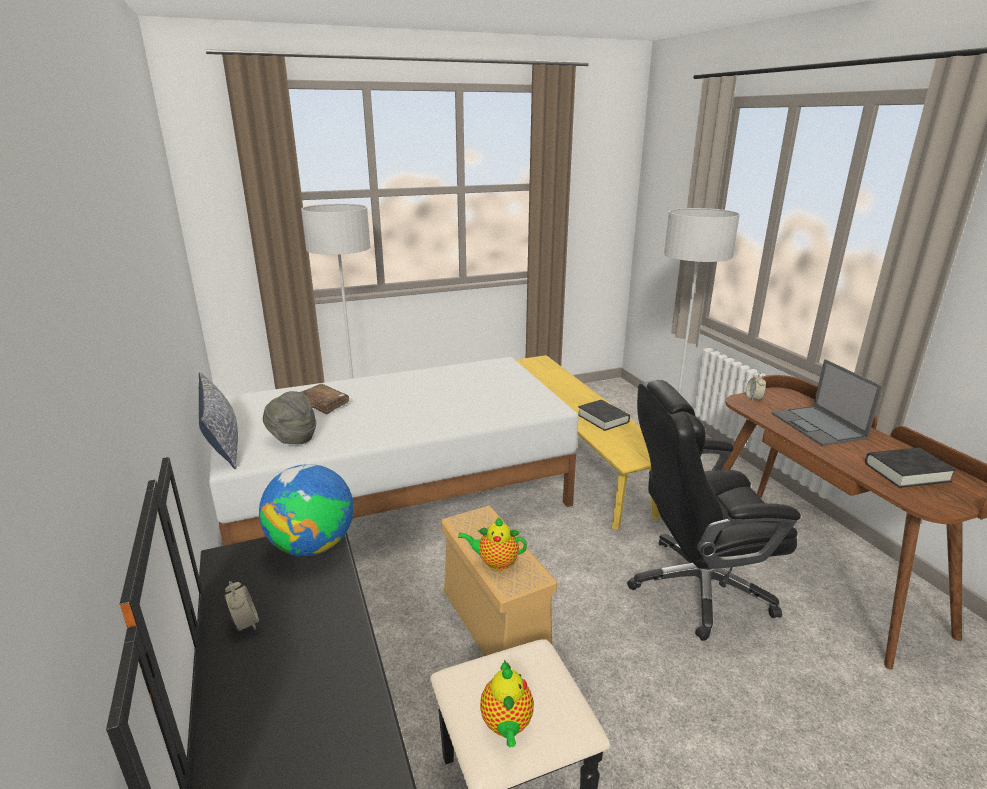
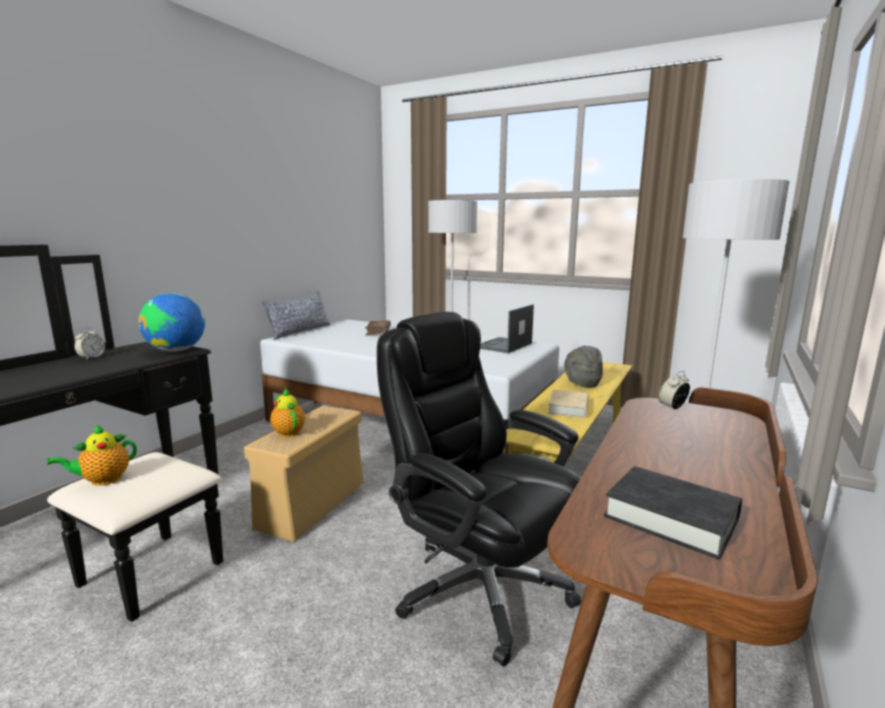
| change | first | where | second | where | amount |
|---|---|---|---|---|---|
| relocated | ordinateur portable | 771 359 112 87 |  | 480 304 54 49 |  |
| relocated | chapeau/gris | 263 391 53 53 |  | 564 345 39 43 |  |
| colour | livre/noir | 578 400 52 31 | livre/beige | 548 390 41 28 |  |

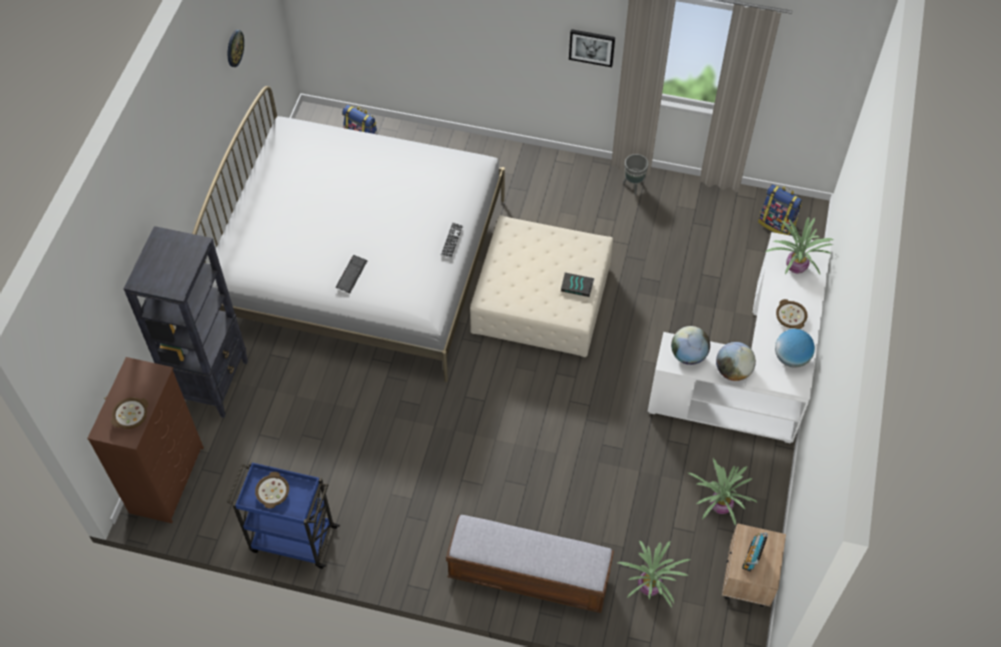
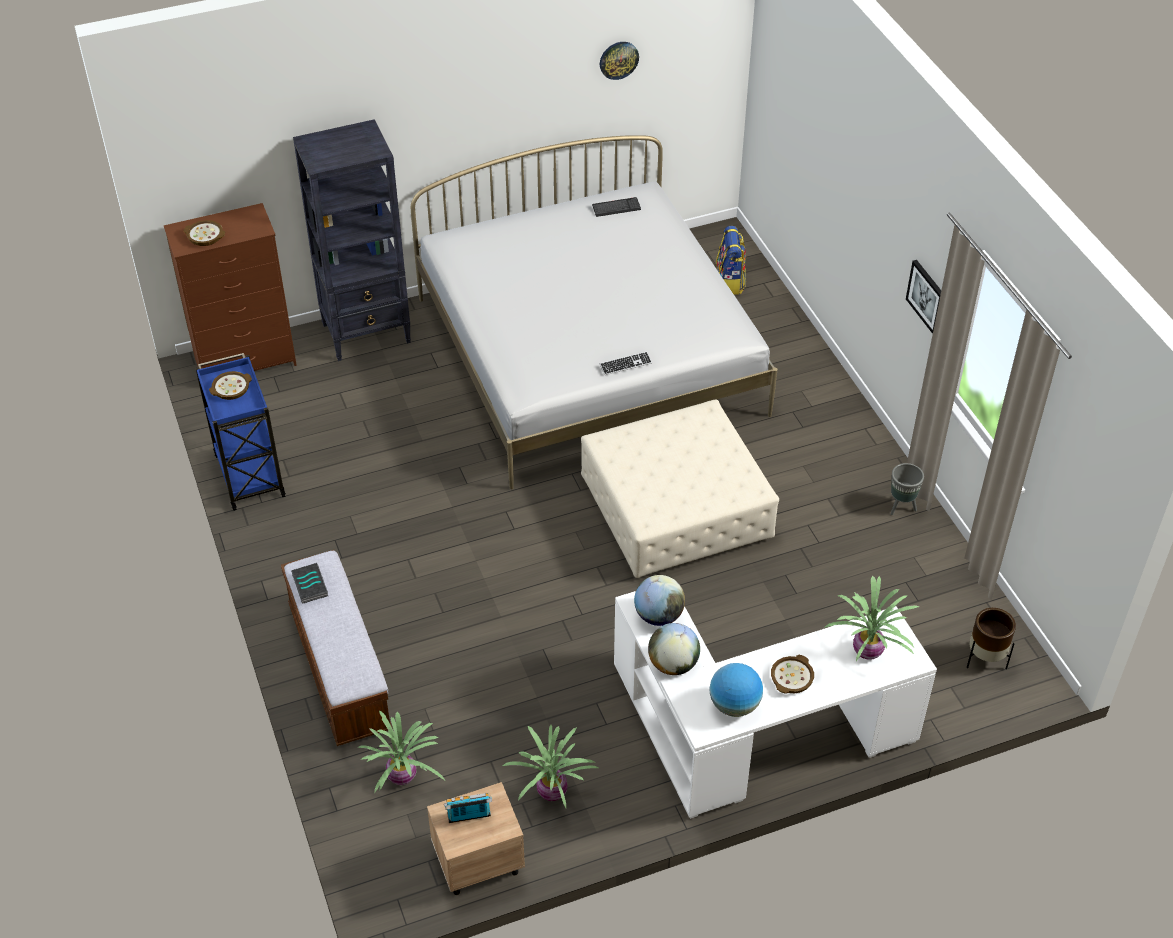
| change | first | where | second | where | amount |
|---|---|---|---|---|---|
| exchanged | sac à dos | 758 184 44 51 | cache-pot/marron | 967 608 49 61 |  |
| relocated | clavier | 336 255 31 38 |  | 592 197 49 20 |  |
| relocated | livre | 561 272 33 25 |  | 291 563 37 41 |  |

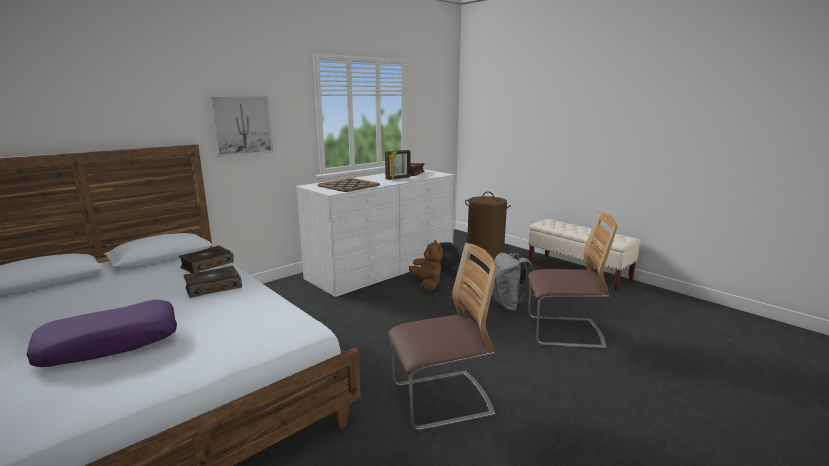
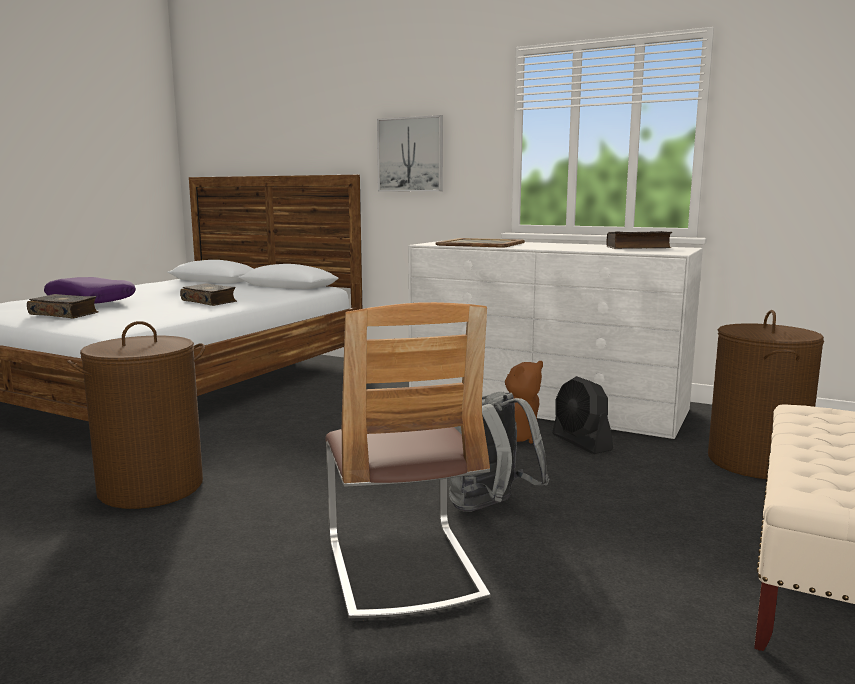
| change | first | where | second | where | amount |
|---|---|---|---|---|---|
| missing | cadre photo | 385 150 25 30 |  |  |  |
| exchanged | chaise | 388 243 109 188 | panier à linge/marron | 67 321 138 188 |  |
| relocated | livre | 179 246 55 27 |  | 27 294 72 24 |  |

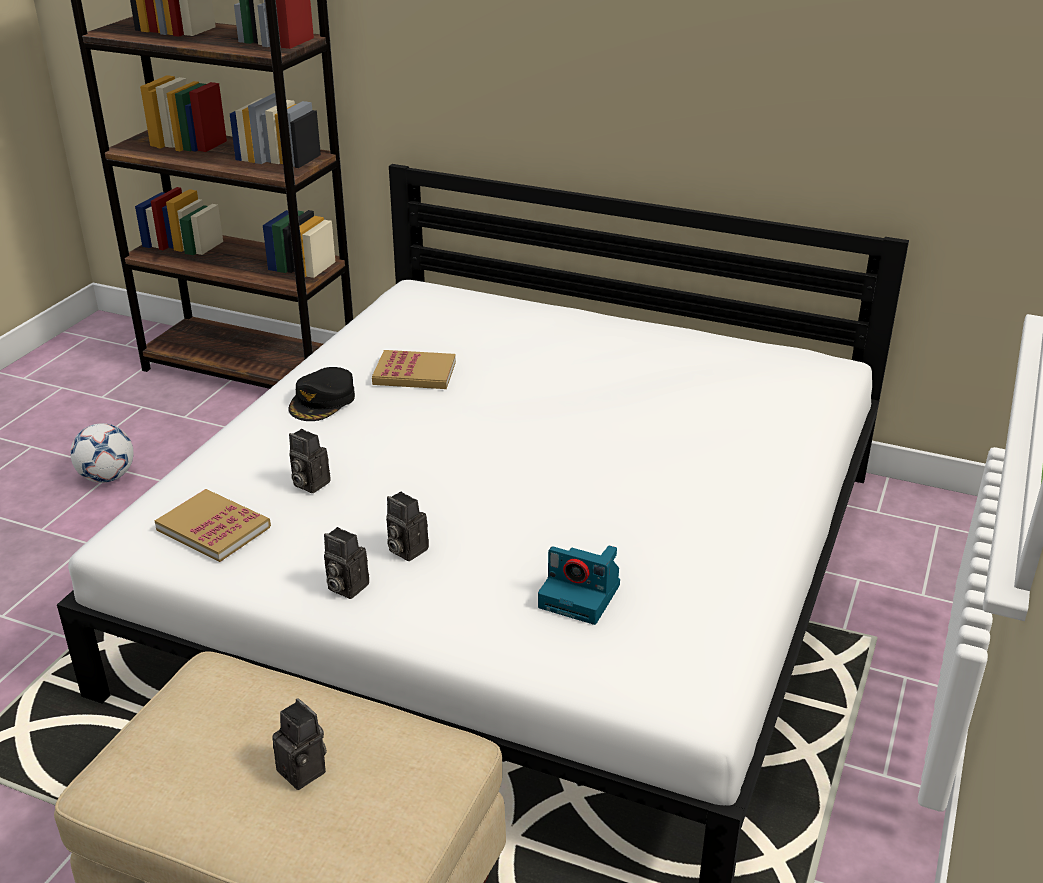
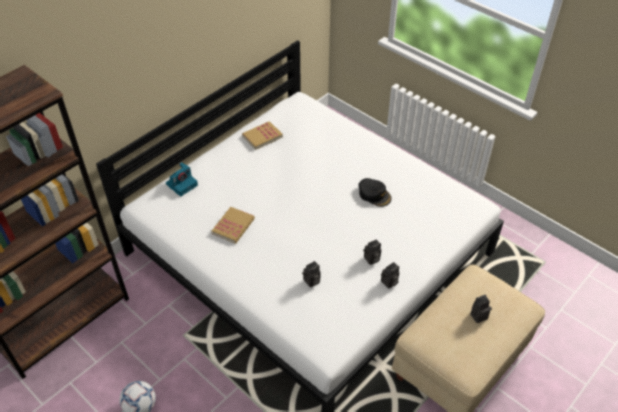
| change | first | where | second | where | amount |
|---|---|---|---|---|---|
| relocated | casquette/noir | 288 367 67 54 |  | 359 178 33 29 |  |
| relocated | livre | 155 489 116 73 |  | 242 121 41 29 |  |
| relocated | appareil photo | 538 545 82 80 |  | 166 162 32 34 |  |

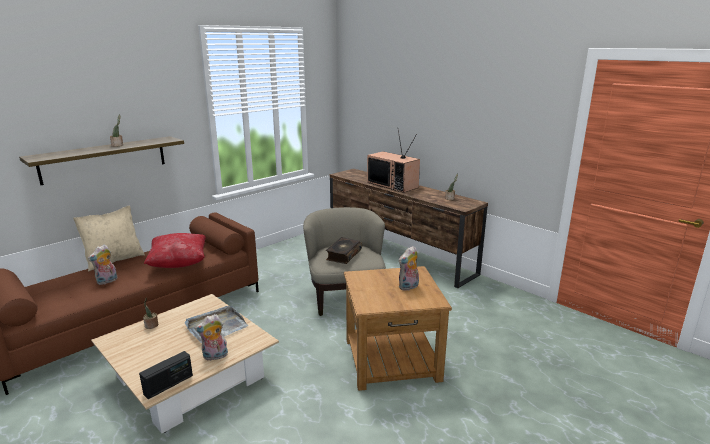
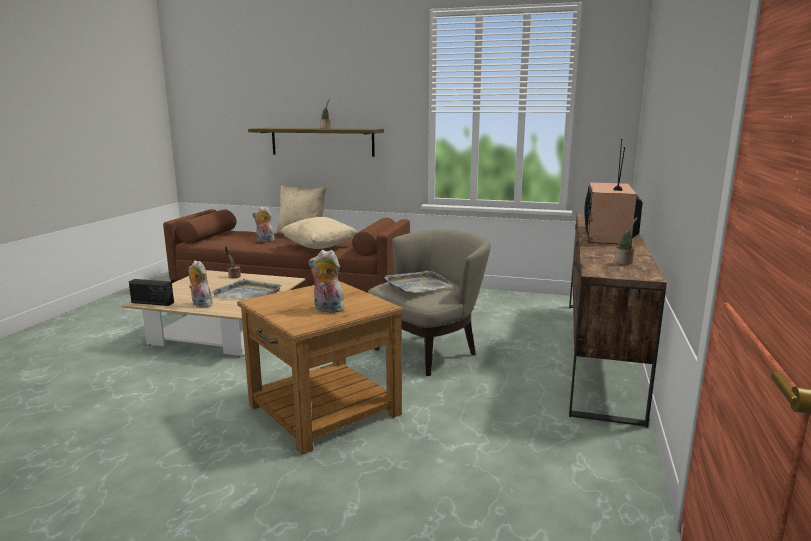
| change | first | where | second | where | amount |
|---|---|---|---|---|---|
| colour | coussin/rouge | 144 233 62 35 | coussin/beige | 280 217 77 32 |  |
| exchanged | livre | 326 237 36 27 | plateau/gris | 384 271 69 22 |  |

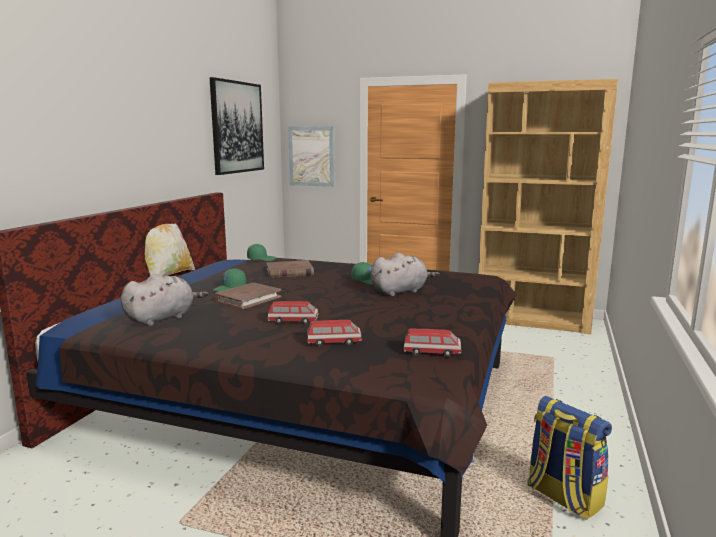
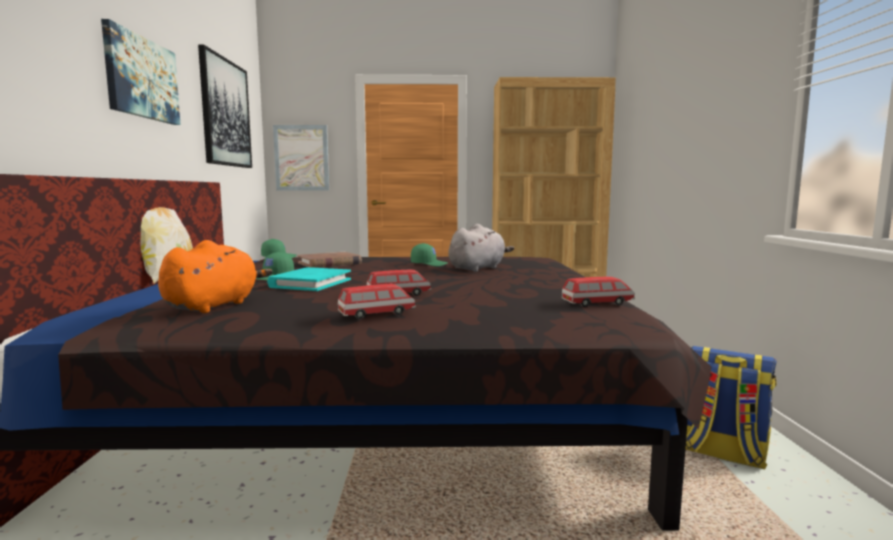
| change | first | where | second | where | amount |
|---|---|---|---|---|---|
| colour | peluche/gris | 121 274 87 52 | peluche/orange | 158 240 115 73 |  |
| colour | livre/marron | 214 283 67 26 | livre/turquoise | 267 267 84 24 |  |
| relocated | petite voiture | 307 320 55 26 |  | 338 284 78 35 |  |
| appeared |  |  | tableau | 101 19 80 106 |  |

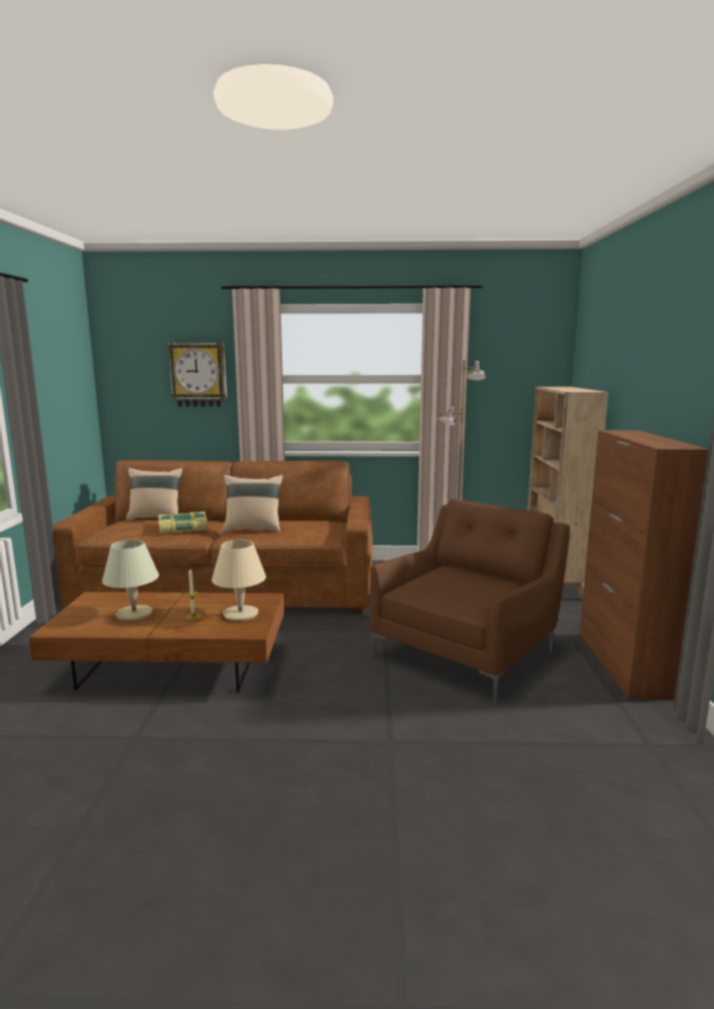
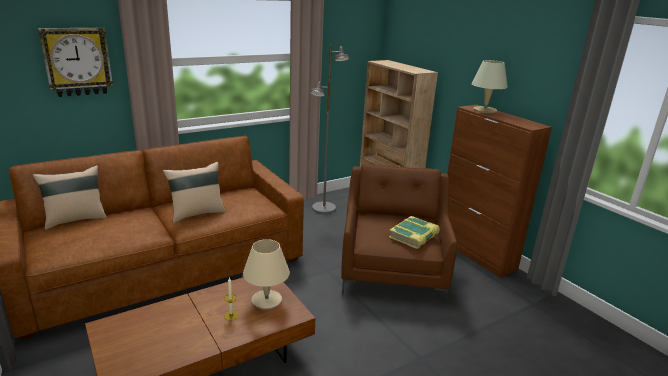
| change | first | where | second | where | amount |
|---|---|---|---|---|---|
| relocated | livre | 159 512 49 21 |  | 389 216 51 33 |  |
| relocated | lampe de table/beige | 102 540 57 81 |  | 471 60 37 53 |  |

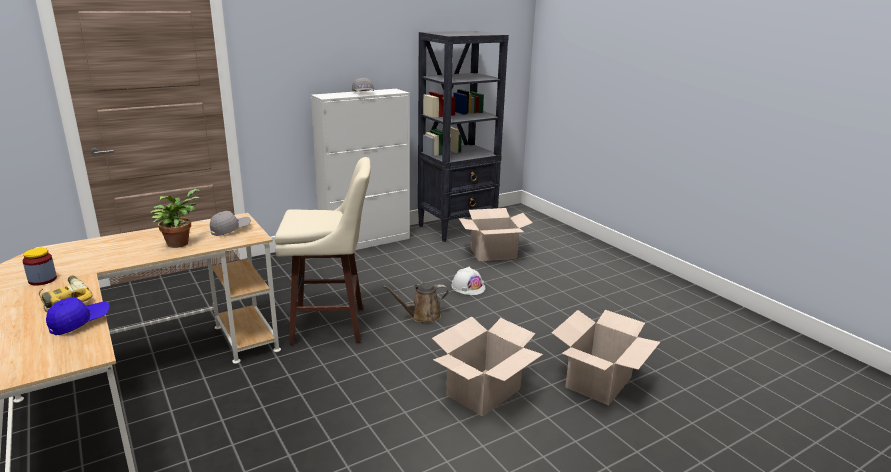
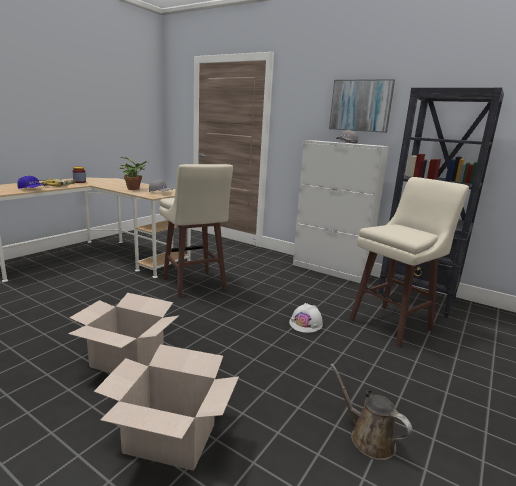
| change | first | where | second | where | amount |
|---|---|---|---|---|---|
| exchanged | carton | 458 208 74 53 | tabouret/beige | 349 177 120 170 |  |
| relocated | arrosoir/marron | 383 283 66 40 |  | 330 364 82 96 |  |
| appeared |  |  | tableau | 329 79 66 54 |  |

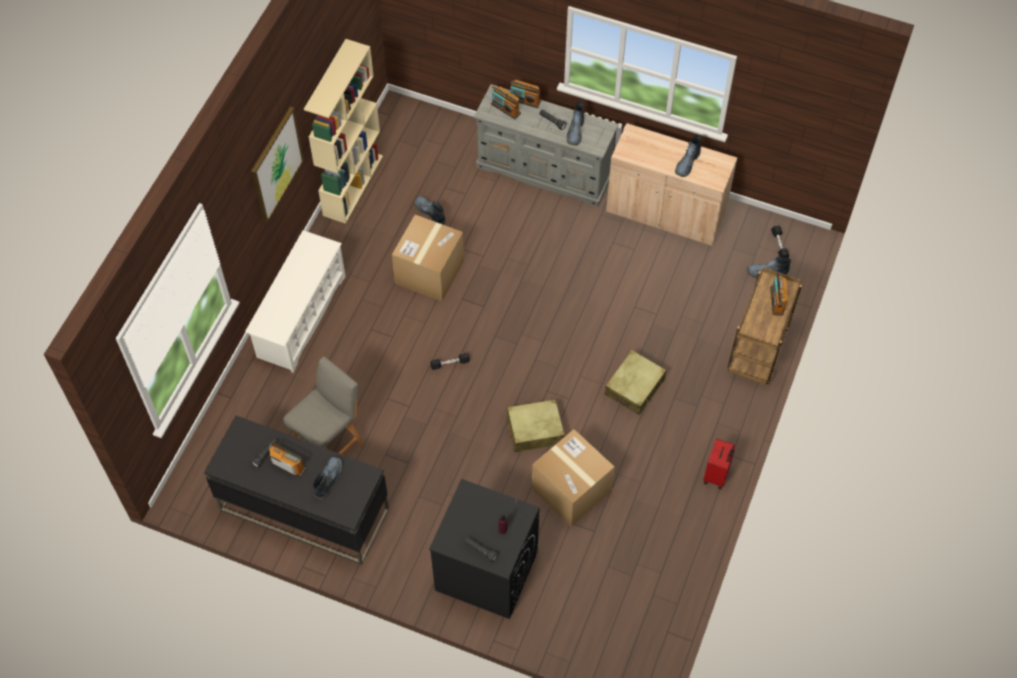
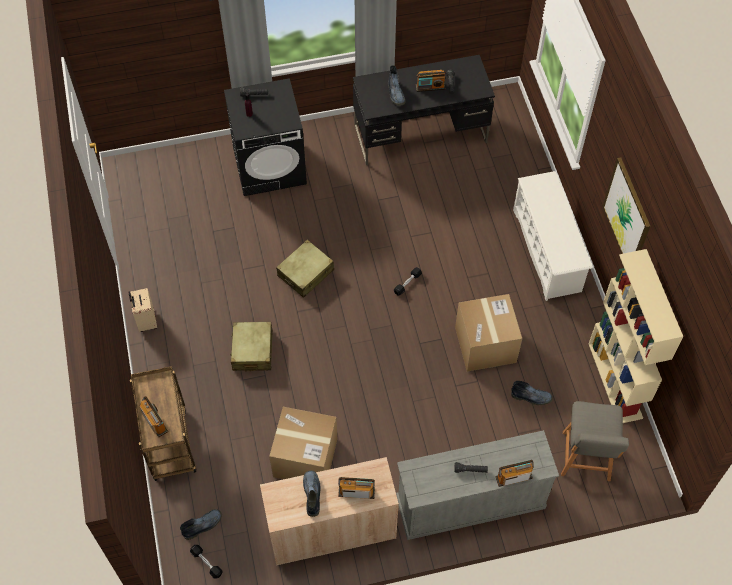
| change | first | where | second | where | amount |
|---|---|---|---|---|---|
| relocated | radio | 491 86 30 33 |  | 338 477 37 22 |  |
| missing | botte | 567 101 17 45 |  |  |  |
| relocated | chaise/gris | 283 356 80 98 |  | 561 401 68 80 |  |
| relocated | carton | 532 429 83 98 |  | 269 407 68 72 |  |
| colour | valise/rouge | 703 438 33 51 | valise/beige | 129 288 28 44 |  |

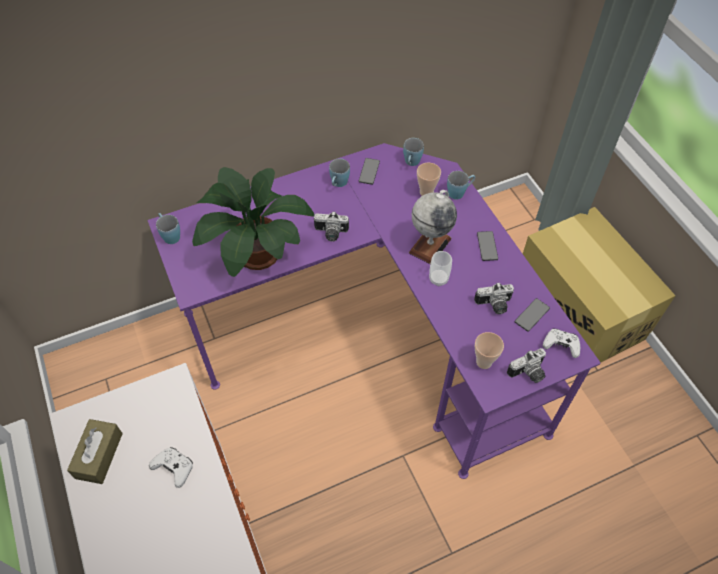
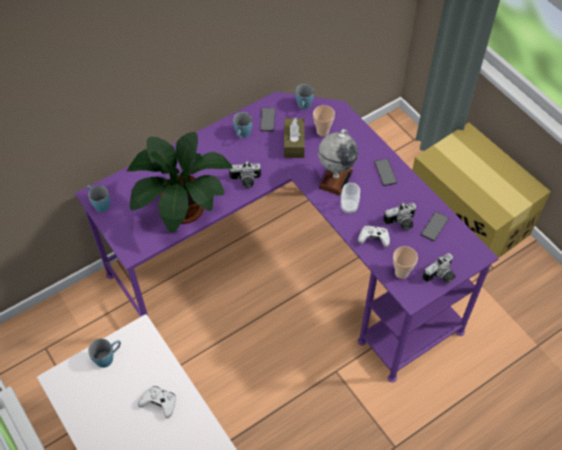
| change | first | where | second | where | amount |
|---|---|---|---|---|---|
| relocated | mug/bleu | 447 171 28 29 |  | 88 339 33 29 |  |
| relocated | manette/blanc | 543 329 37 29 |  | 358 225 32 22 |  |
| relocated | boîte à mouchoirs/marron | 67 419 56 65 |  | 284 118 21 40 |  |

